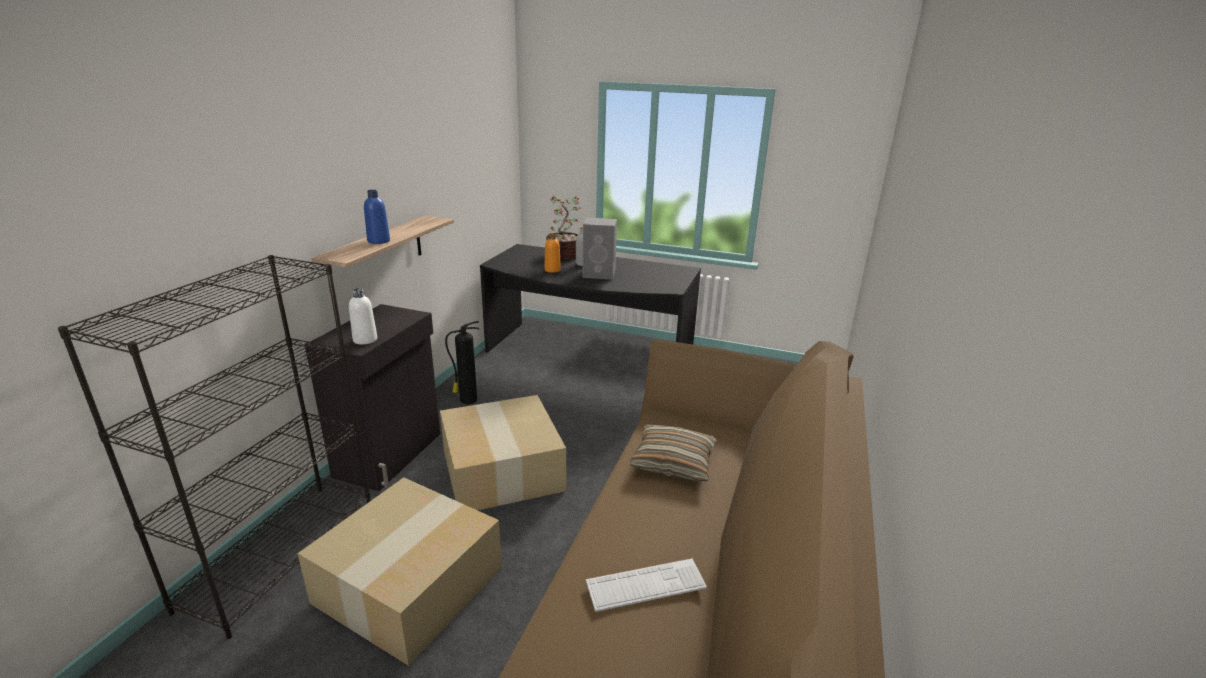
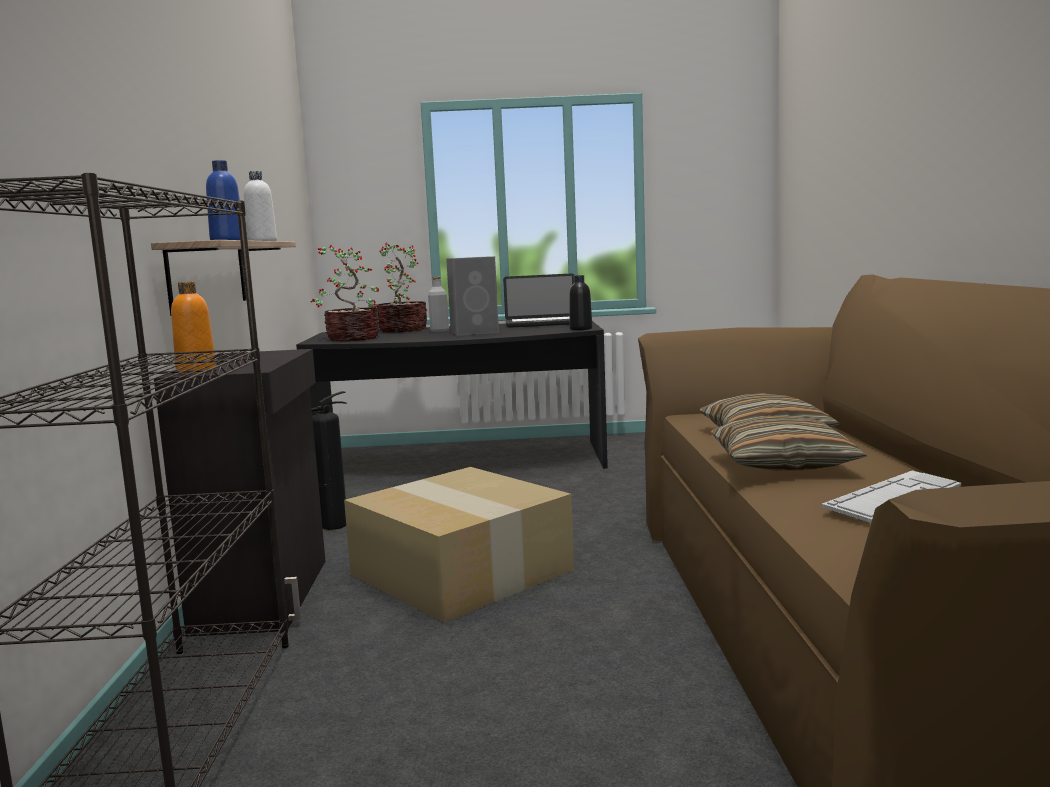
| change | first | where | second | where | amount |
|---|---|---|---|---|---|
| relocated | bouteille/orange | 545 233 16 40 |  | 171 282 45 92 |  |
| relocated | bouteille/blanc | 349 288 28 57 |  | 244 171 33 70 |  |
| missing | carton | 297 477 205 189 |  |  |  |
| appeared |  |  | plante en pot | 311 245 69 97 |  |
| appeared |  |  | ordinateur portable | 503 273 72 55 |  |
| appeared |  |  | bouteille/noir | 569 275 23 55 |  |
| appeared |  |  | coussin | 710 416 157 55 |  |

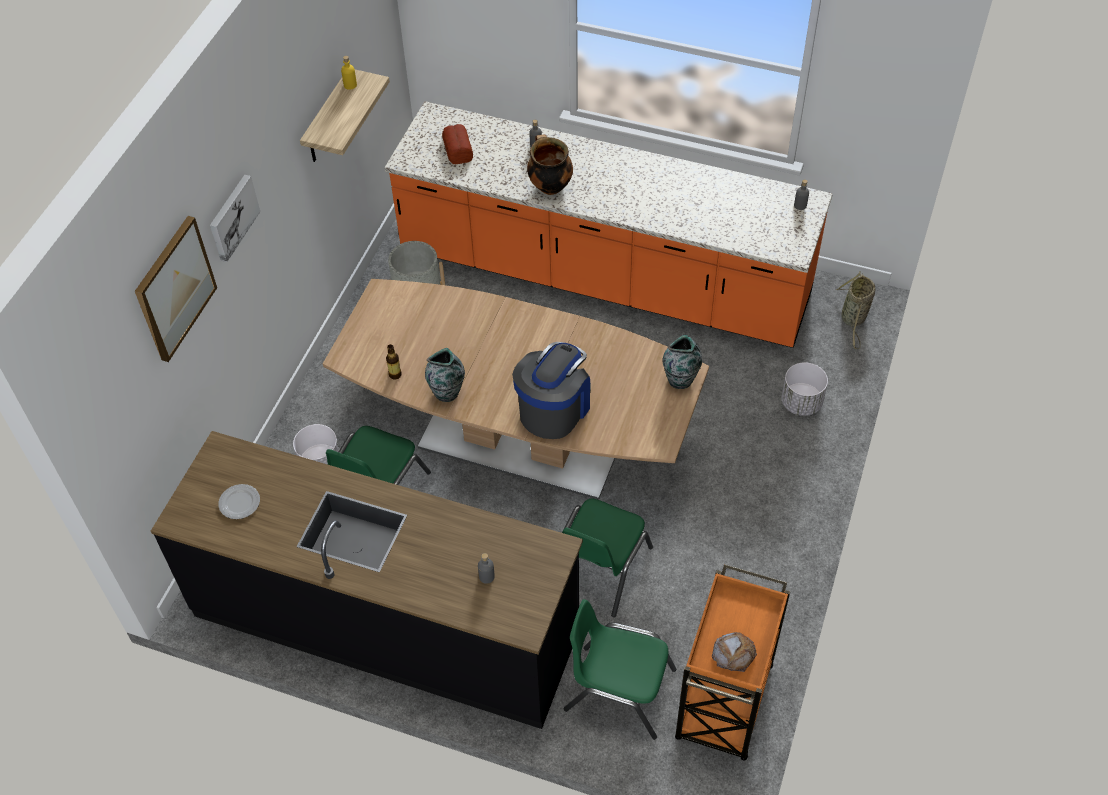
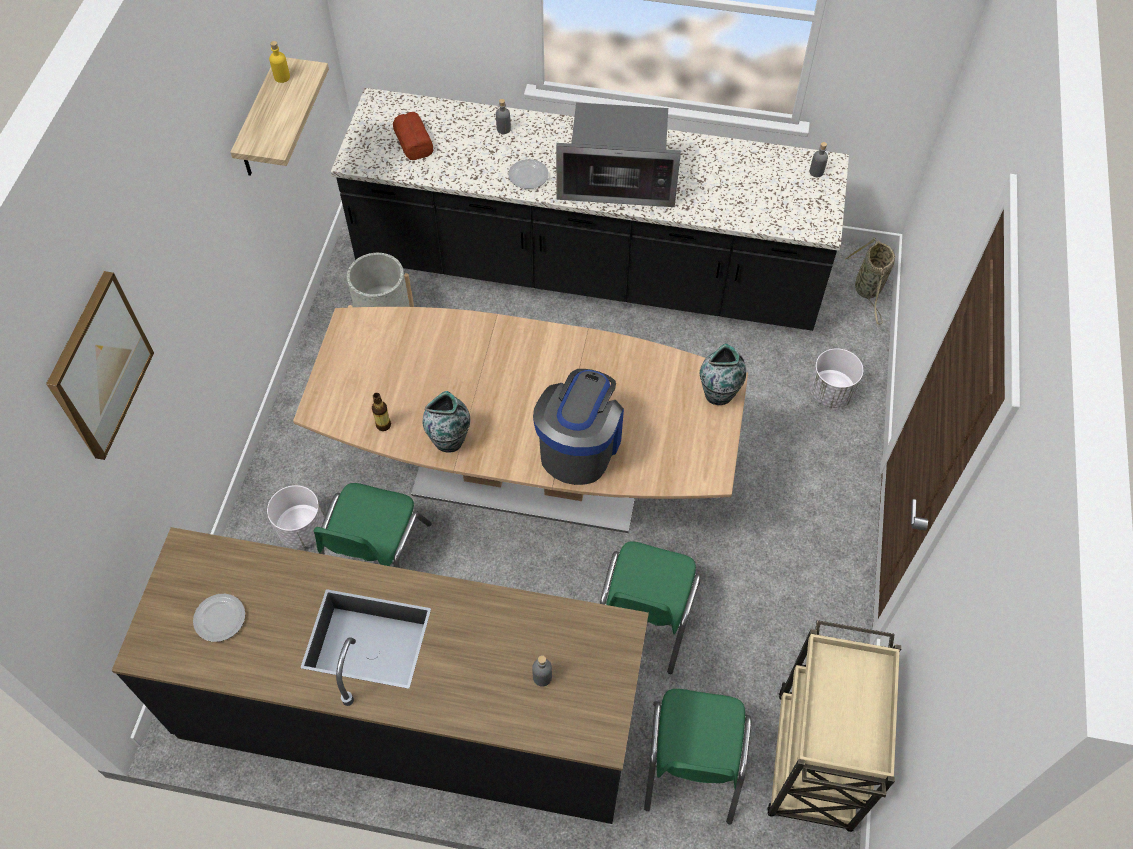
| change | first | where | second | where | amount |
|---|---|---|---|---|---|
| colour | comptoir de cuisine/orange | 384 101 449 247 | comptoir de cuisine/noir | 331 88 518 243 |  |
| exchanged | marmite | 527 134 46 61 | assiette | 508 159 41 30 |  |
| missing | tableau | 210 175 50 87 |  |  |  |
| colour | chariot/orange | 675 564 115 197 | chariot/beige | 767 620 135 212 |  |
| spun | chaise/vert | 564 599 112 141 |  | 644 689 108 135 | 90 degrees counterclockwise |
| missing | pain | 712 632 45 40 |  |  |  |
| appeared |  |  | micro-ondes | 556 102 125 105 |  |

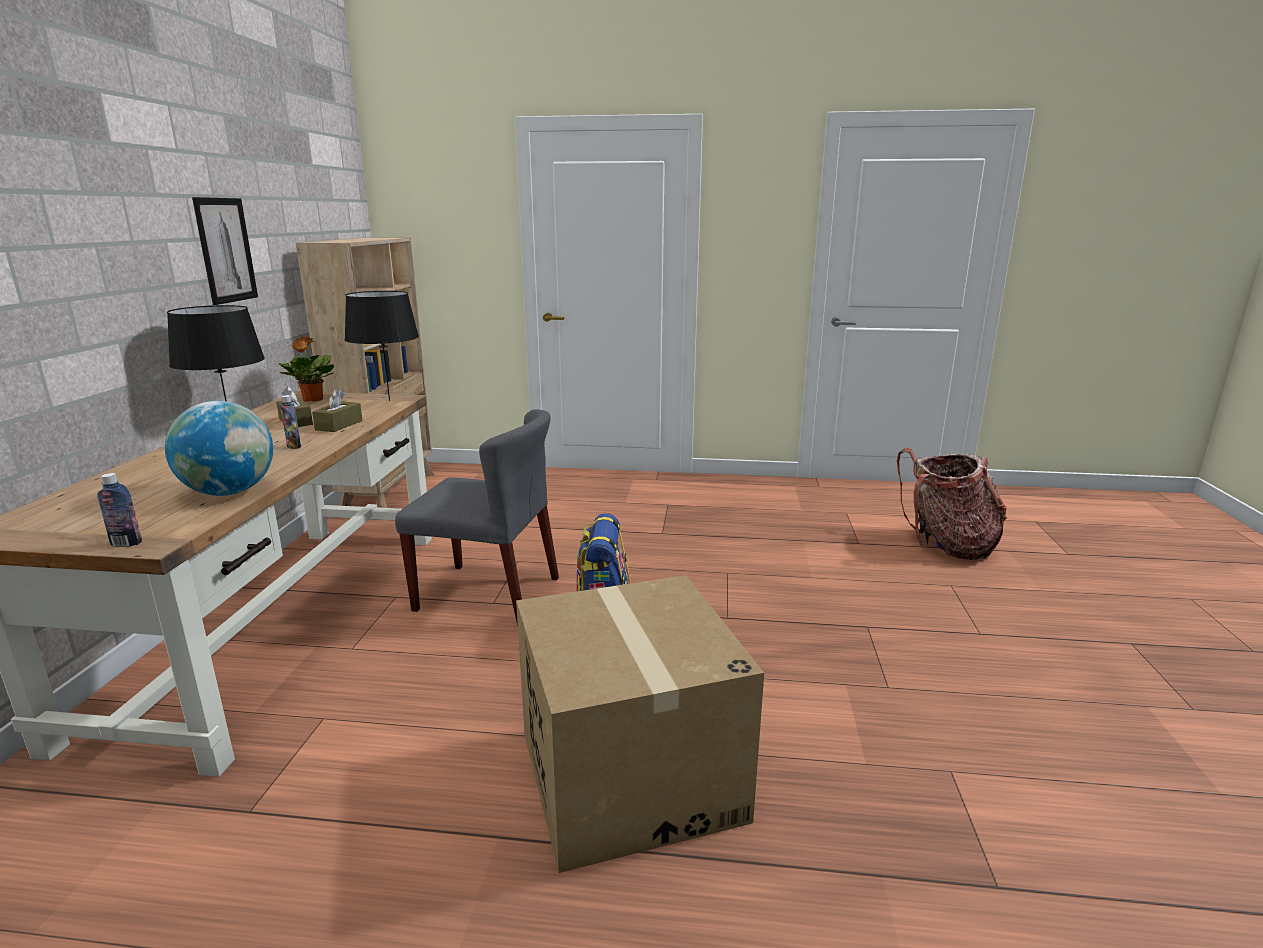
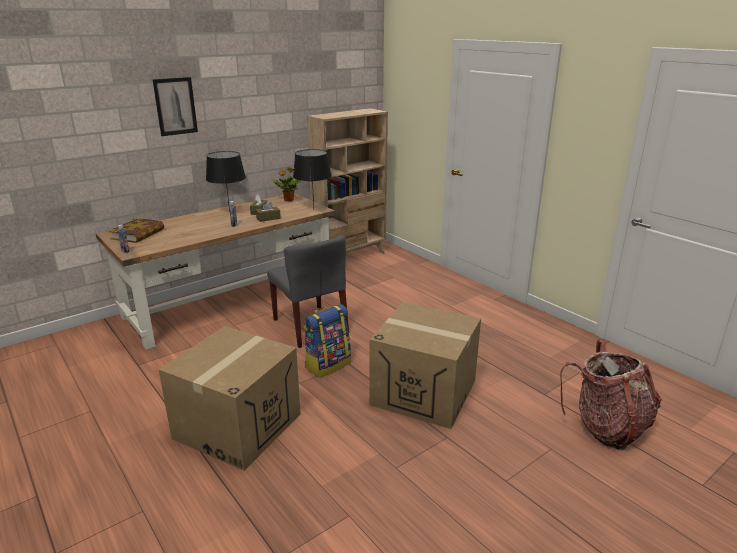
| change | first | where | second | where | amount |
|---|---|---|---|---|---|
| relocated | tableau | 192 197 66 108 |  | 152 77 46 59 |  |
| missing | globe | 165 401 108 95 |  |  |  |
| appeared |  |  | livre | 109 218 55 25 |  |
| appeared |  |  | carton | 369 302 112 127 |  |

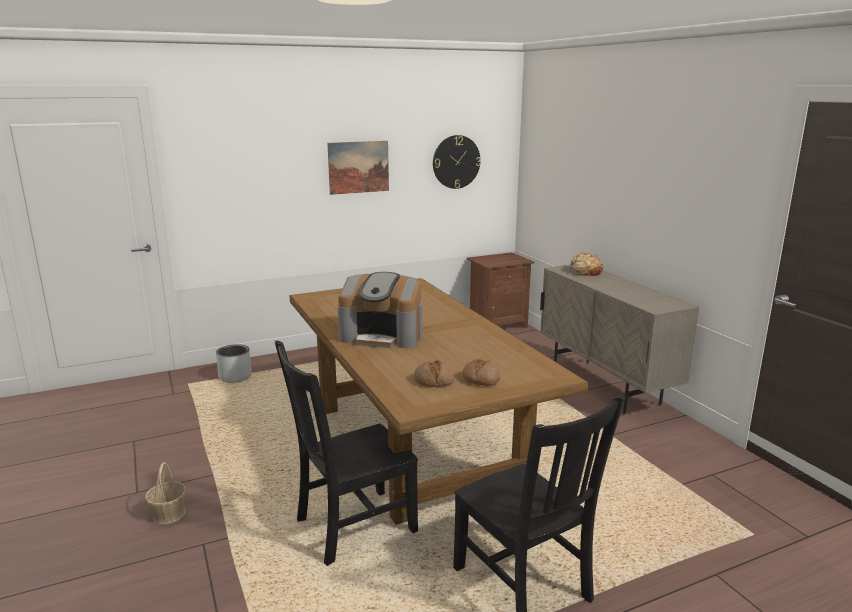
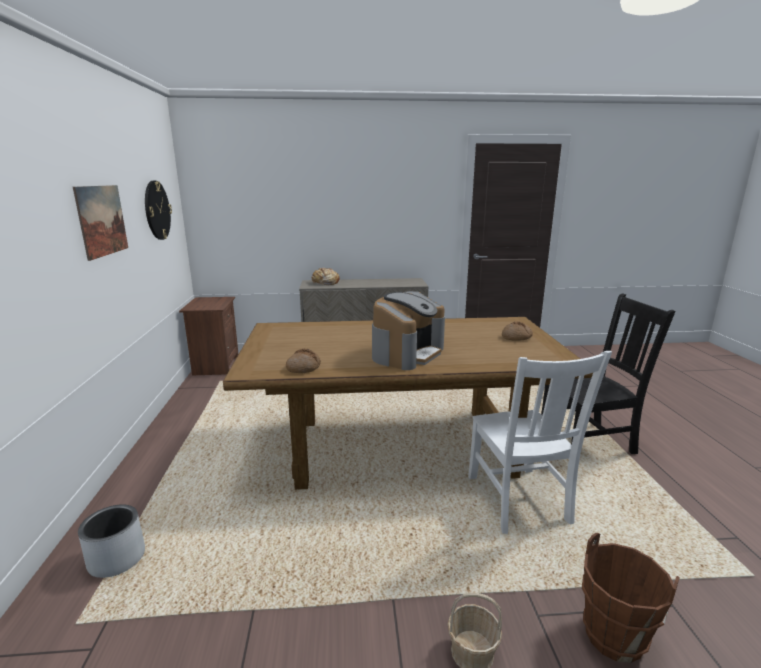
| change | first | where | second | where | amount |
|---|---|---|---|---|---|
| colour | chaise/noir | 275 341 143 225 | chaise/blanc | 468 351 144 183 |  |
| relocated | pain | 414 360 40 27 |  | 286 349 35 24 |  |
| appeared |  |  | seau/marron | 582 533 98 130 |  |

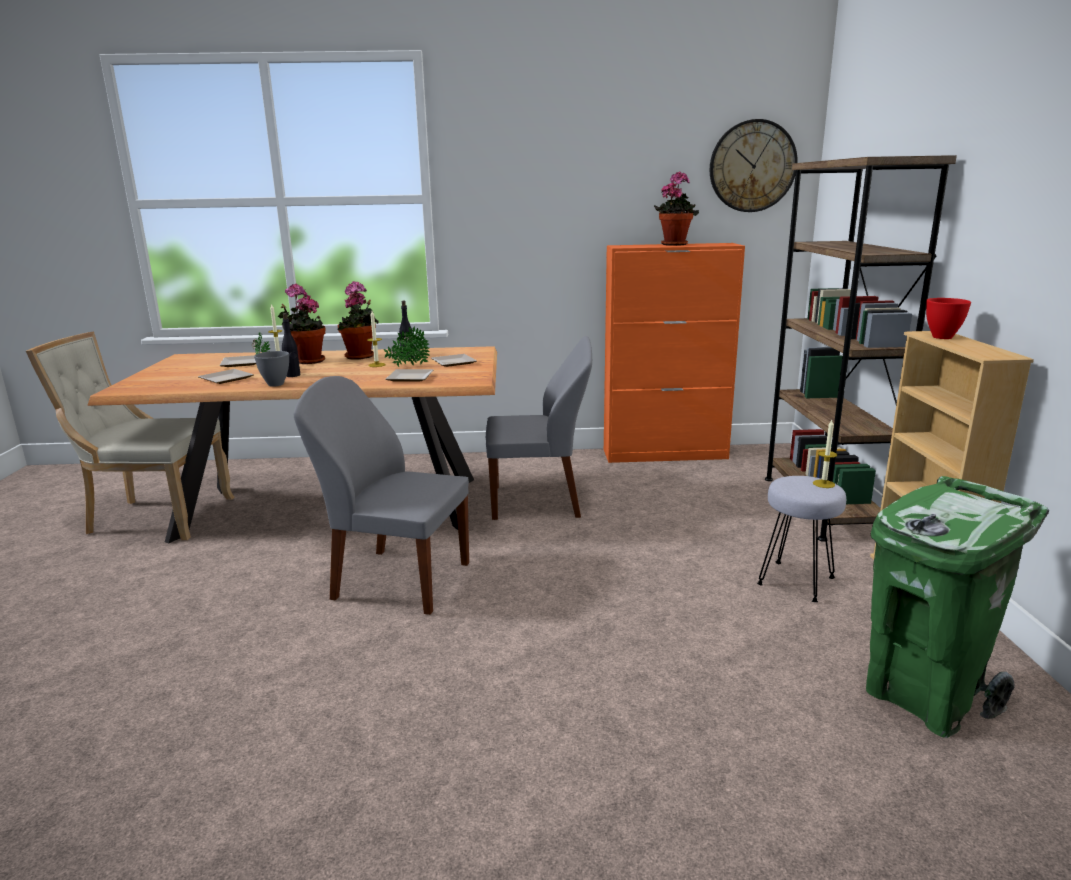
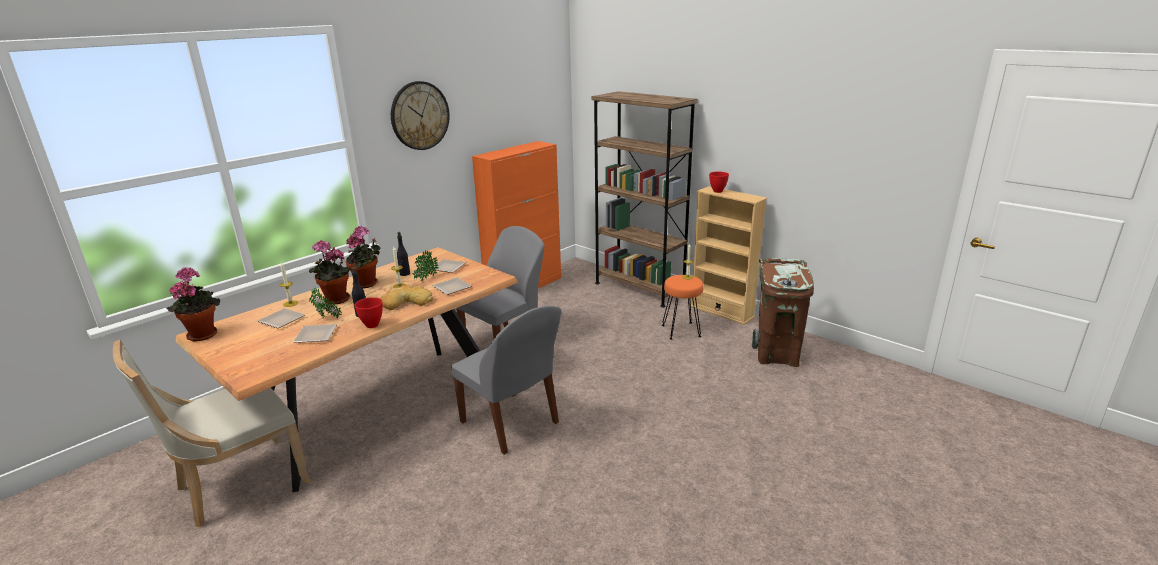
| change | first | where | second | where | amount |
|---|---|---|---|---|---|
| relocated | horloge murale | 710 119 88 93 |  | 391 81 59 69 |  |
| relocated | plante en pot | 654 171 45 75 |  | 167 267 53 74 |  |
| colour | bol/gris | 254 351 35 36 | bol/rouge | 354 297 29 31 |  |
| spun | chaise/gris | 294 376 175 239 |  | 451 306 110 149 | 105 degrees counterclockwise |
| colour | tabouret/gris | 757 476 89 126 | tabouret/orange | 662 275 42 65 |  |
| colour | poubelle/vert | 866 476 183 262 | poubelle/marron | 752 258 62 109 |  |
| appeared |  |  | pain | 380 285 53 25 |  |

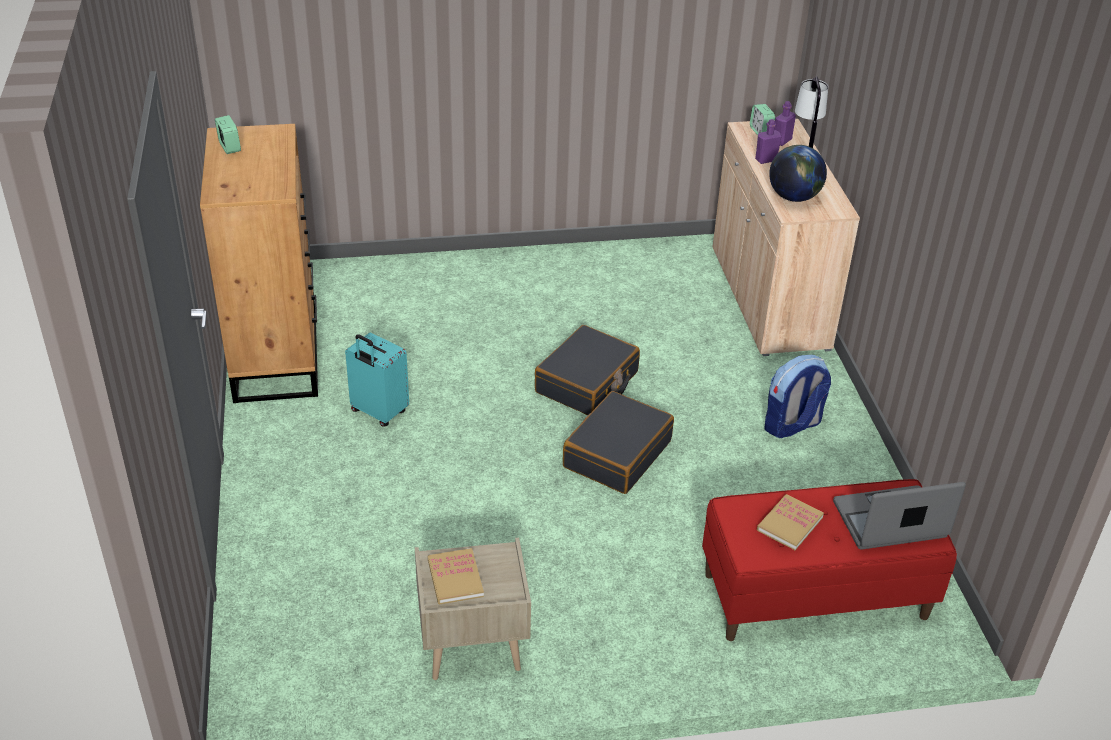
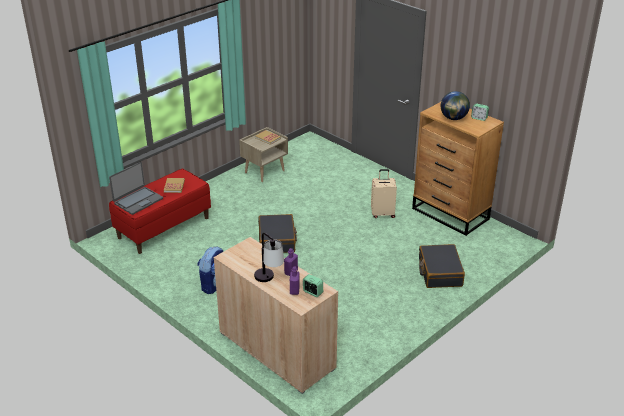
| change | first | where | second | where | amount |
|---|---|---|---|---|---|
| relocated | globe | 769 145 58 57 |  | 441 91 29 29 |  |
| relocated | valise/noir | 535 325 105 90 |  | 419 244 46 44 |  |
| colour | valise/turquoise | 345 333 64 94 | valise/beige | 371 169 26 49 |  |

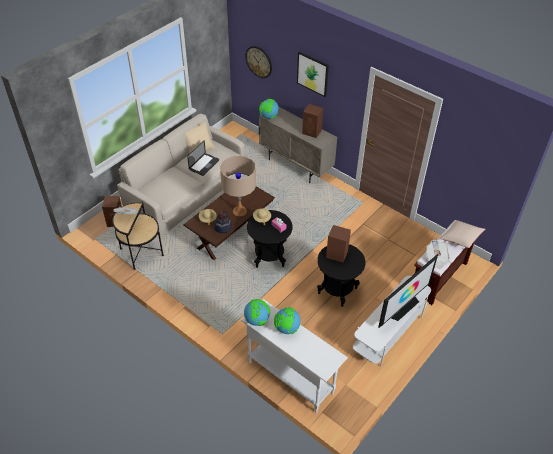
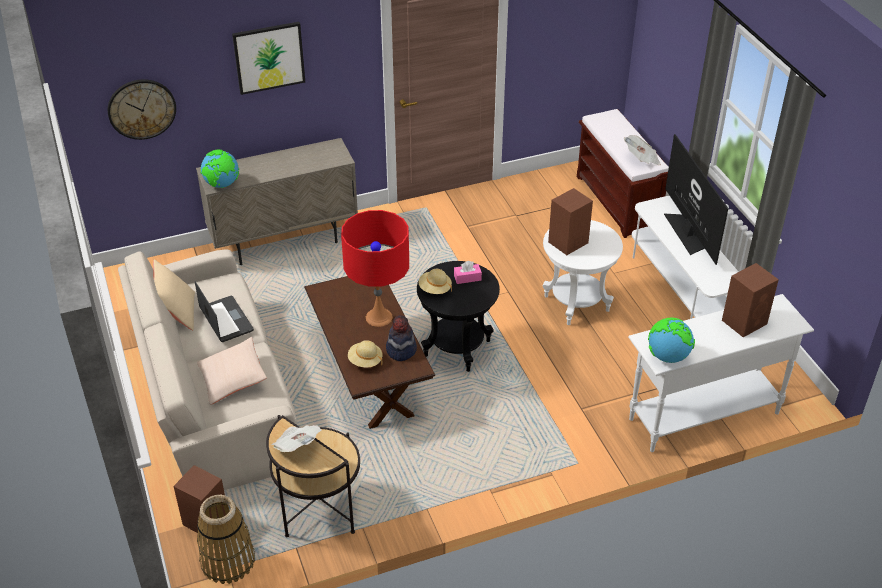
| change | first | where | second | where | amount |
|---|---|---|---|---|---|
| relocated | enceinte/marron | 302 104 21 34 |  | 722 263 57 74 |  |
| colour | lampe de table/beige | 220 155 36 61 | lampe de table/rouge | 341 210 68 117 |  |
| relocated | coussin/beige | 439 220 46 28 |  | 197 337 70 68 |  |
| colour | table d'appoint/noir | 317 244 49 63 | table d'appoint/blanc | 543 220 80 105 |  |
| missing | globe | 274 307 27 27 |  |  |  |
| appeared |  |  | panier | 197 495 58 89 |  |

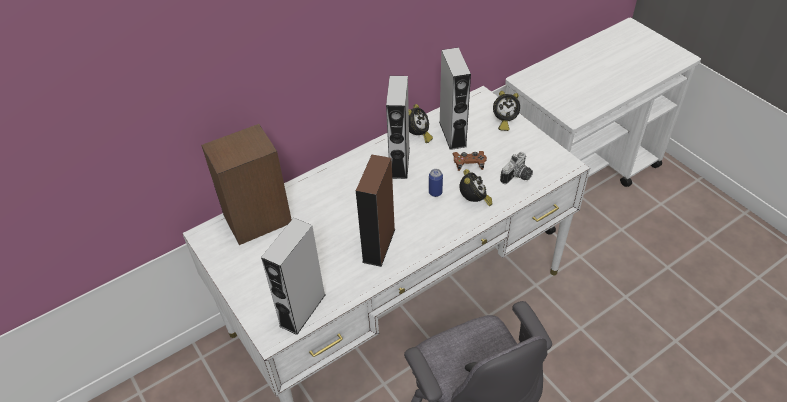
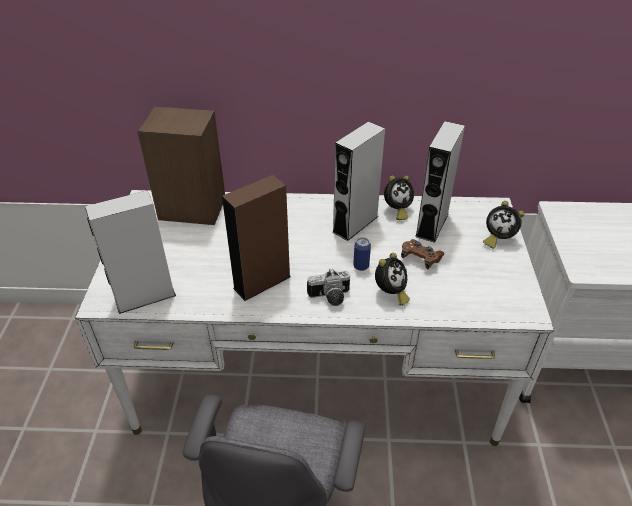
| change | first | where | second | where | amount |
|---|---|---|---|---|---|
| relocated | appareil photo | 500 152 33 32 |  | 307 268 43 38 |  |

